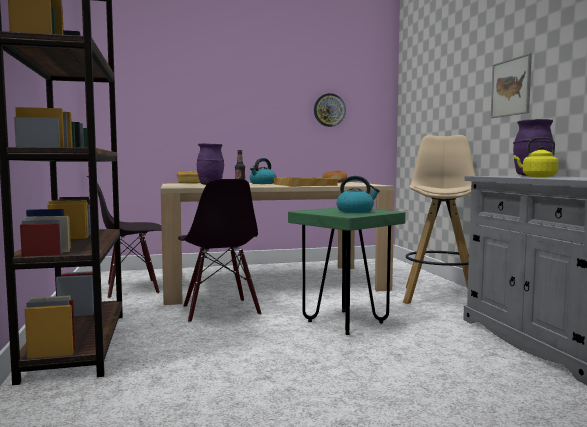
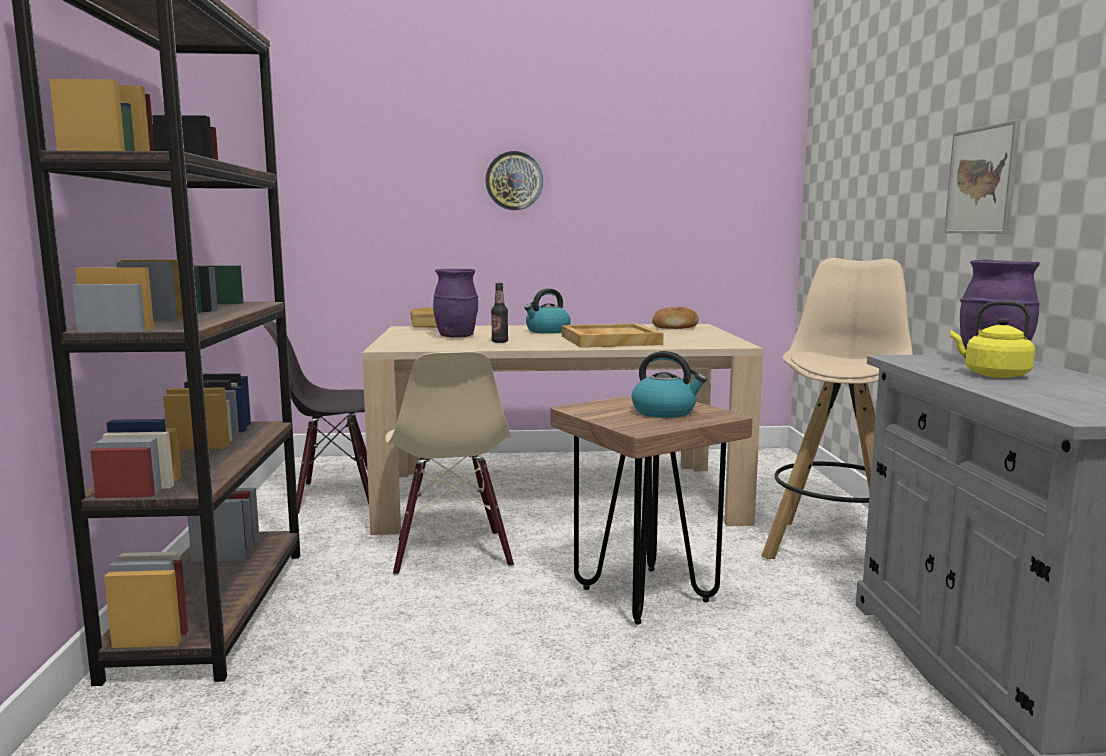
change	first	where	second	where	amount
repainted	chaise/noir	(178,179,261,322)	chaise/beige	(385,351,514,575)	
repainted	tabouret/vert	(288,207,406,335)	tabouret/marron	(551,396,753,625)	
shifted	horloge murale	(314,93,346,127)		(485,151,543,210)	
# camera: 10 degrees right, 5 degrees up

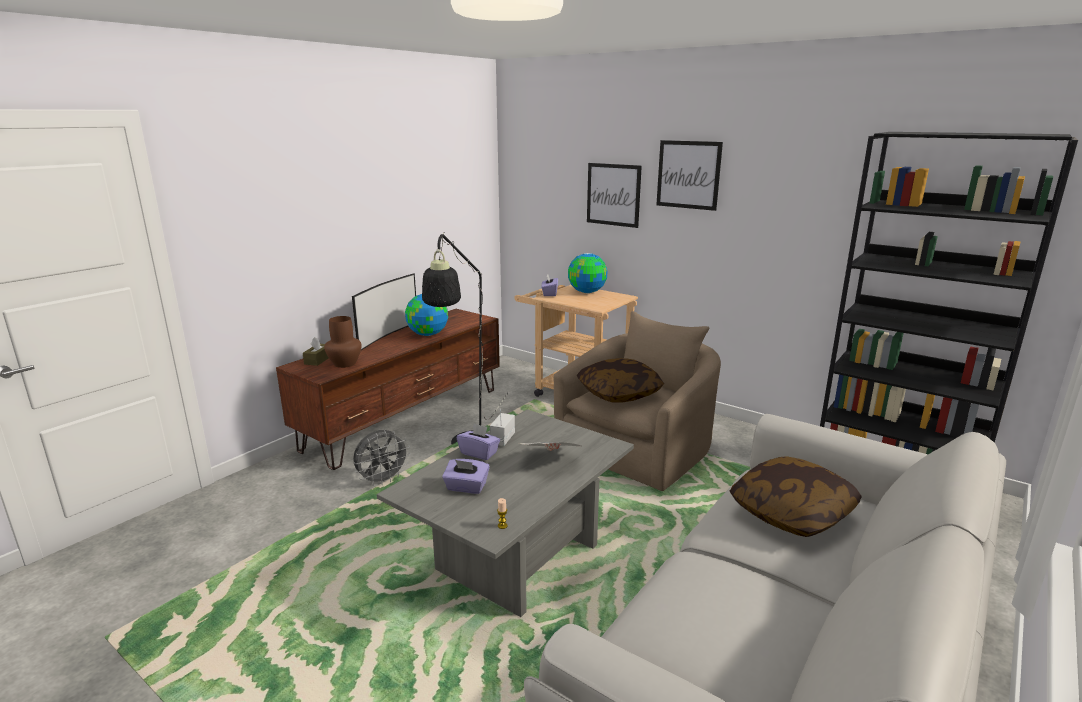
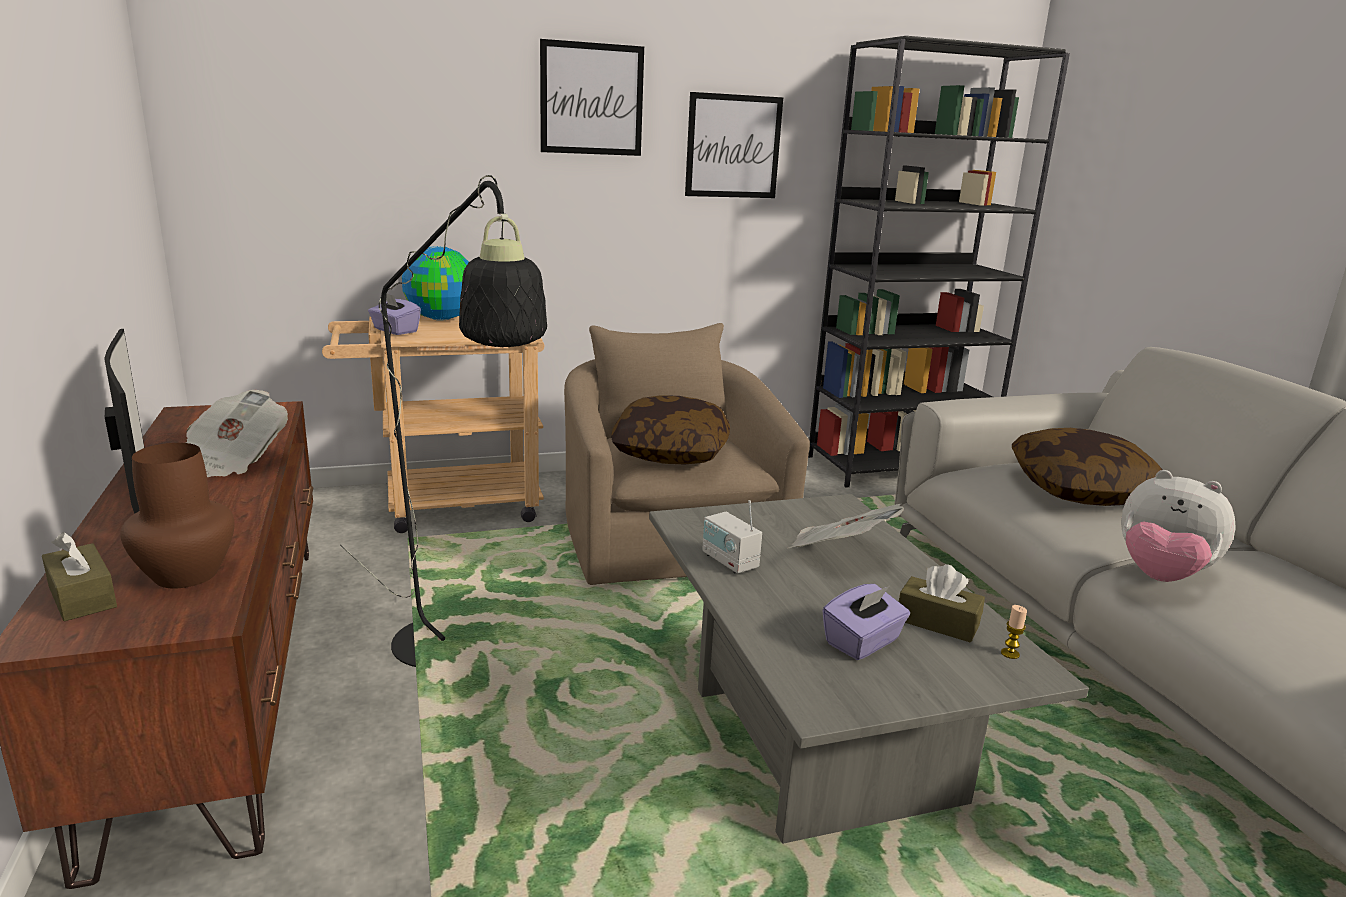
change	first	where	second	where	amount
gone	ventilateur/gris	(353,430,410,486)			
swapped	globe	(405,294,448,336)	journal	(186,390,288,477)	
gone	boîte à mouchoirs/violet	(457,423,500,460)			
shifted	tableau	(587,163,642,228)		(685,92,783,198)	
new			boîte à mouchoirs/marron	(899,564,985,643)	
new			peluche	(1121,470,1236,582)	
# camera: 55 degrees left, 0 degrees up

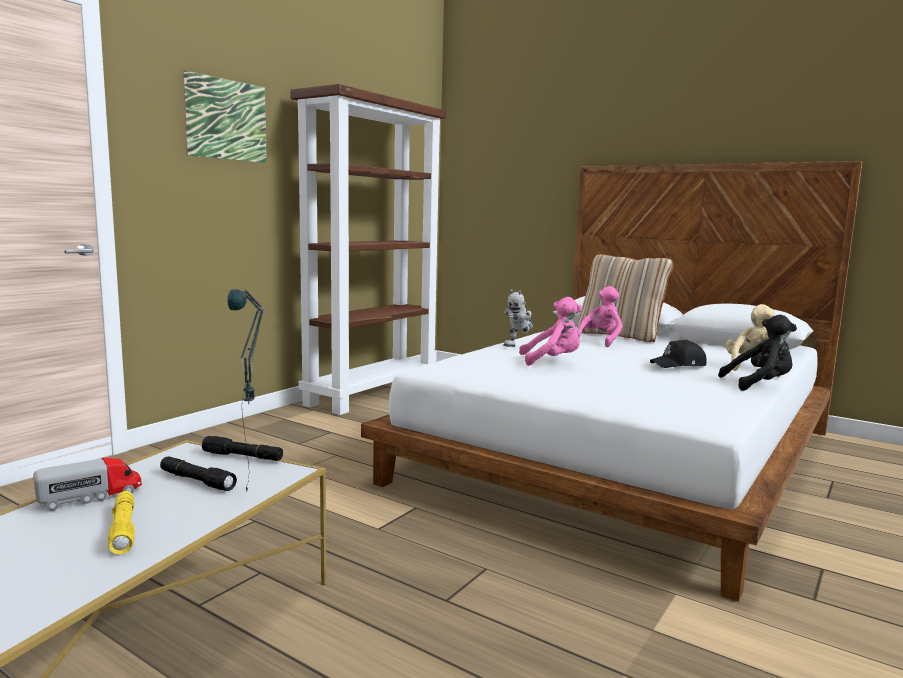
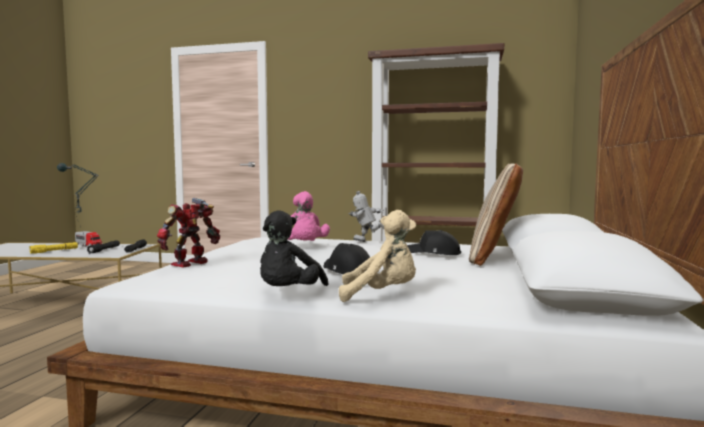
change	first	where	second	where	amount
gone	tableau	(182,70,267,163)			
swapped	peluche/rose	(577,286,623,347)	casquette/noir	(407,230,461,255)	
rotated	peluche/noir	(718,315,797,391)		(260,210,329,286)	45 degrees clockwise
new			robot jouet	(157,198,220,268)	
# camera: 70 degrees right, 5 degrees down

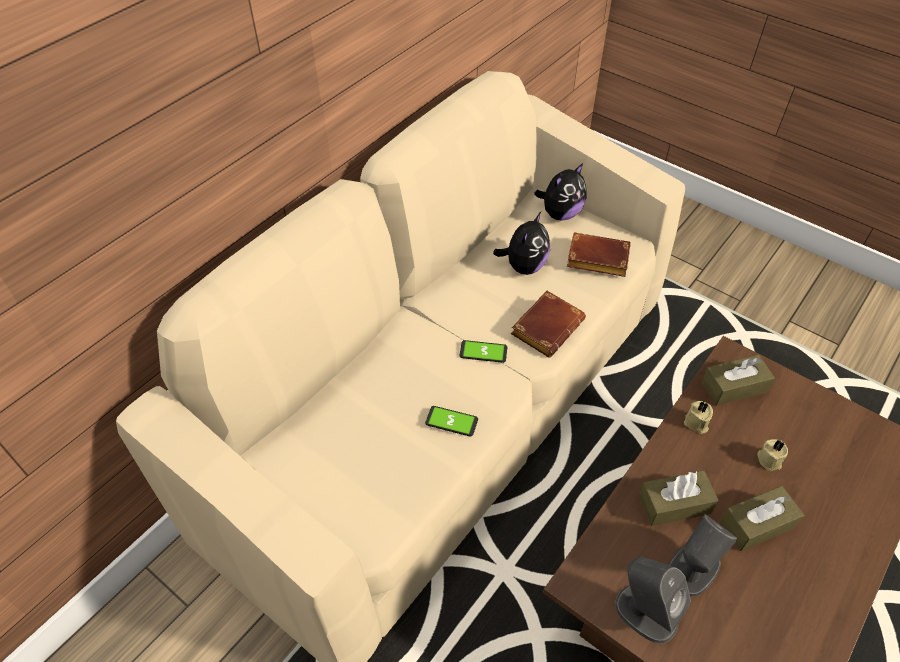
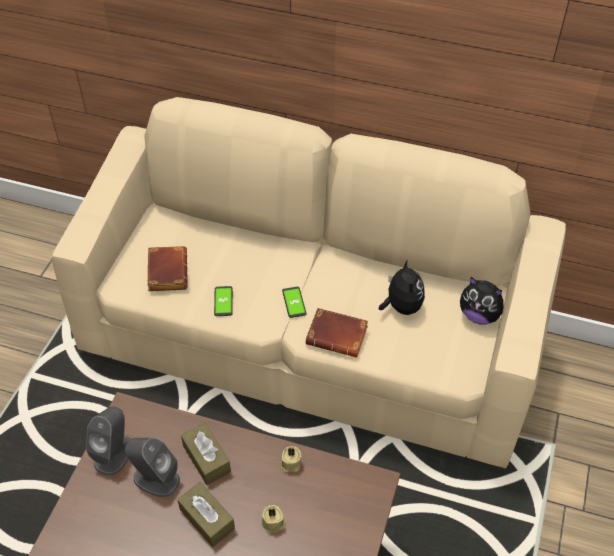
change	first	where	second	where	amount
rotated	peluche	(493,212,550,275)		(379,259,425,315)	105 degrees counterclockwise
shifted	livre/marron	(567,232,631,277)		(148,246,188,291)	
gone	boîte à mouchoirs/marron	(701,355,775,406)			
# camera: 70 degrees right, 0 degrees up

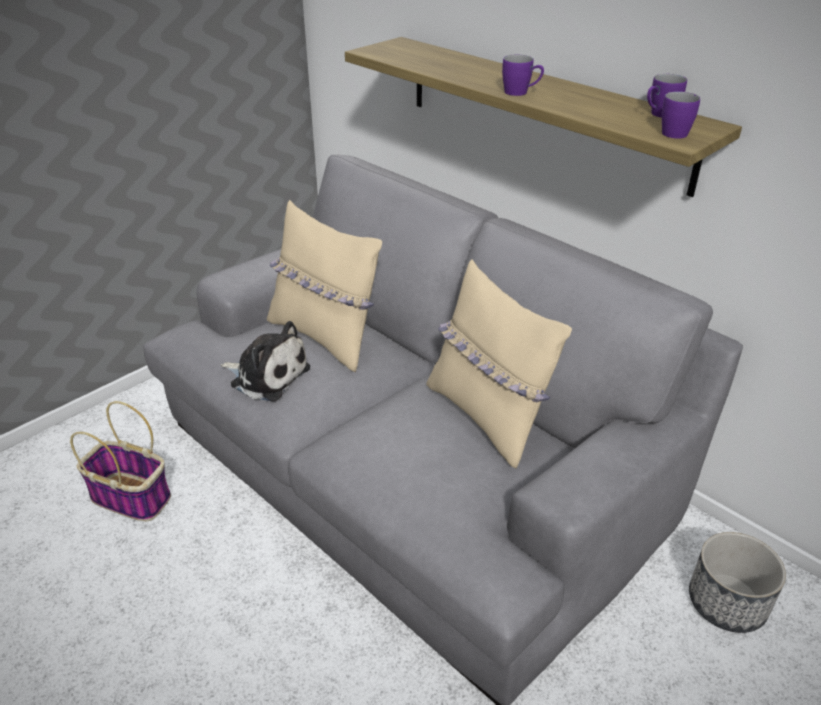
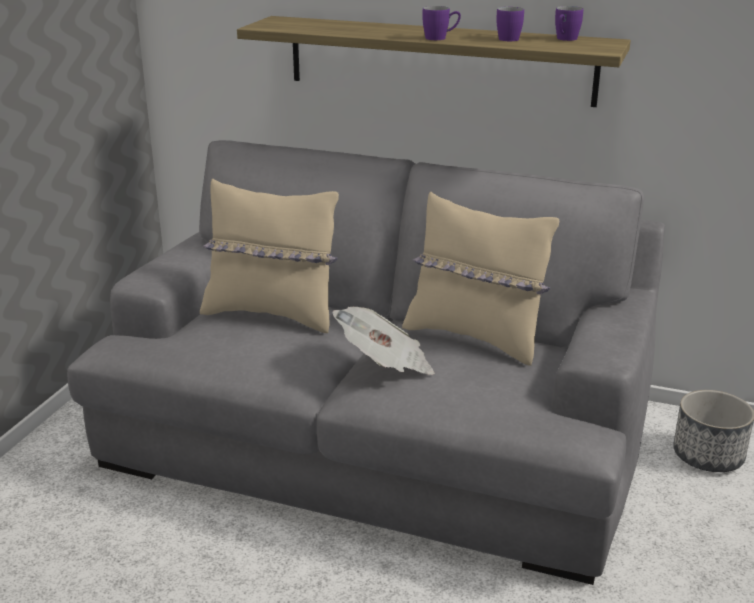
change	first	where	second	where	amount
gone	panier	(70,401,171,521)			
gone	peluche	(221,321,310,401)			
shifted	mug/violet	(662,92,700,139)		(496,7,524,41)	
new			journal	(333,307,435,375)	
# camera: 25 degrees left, 10 degrees down

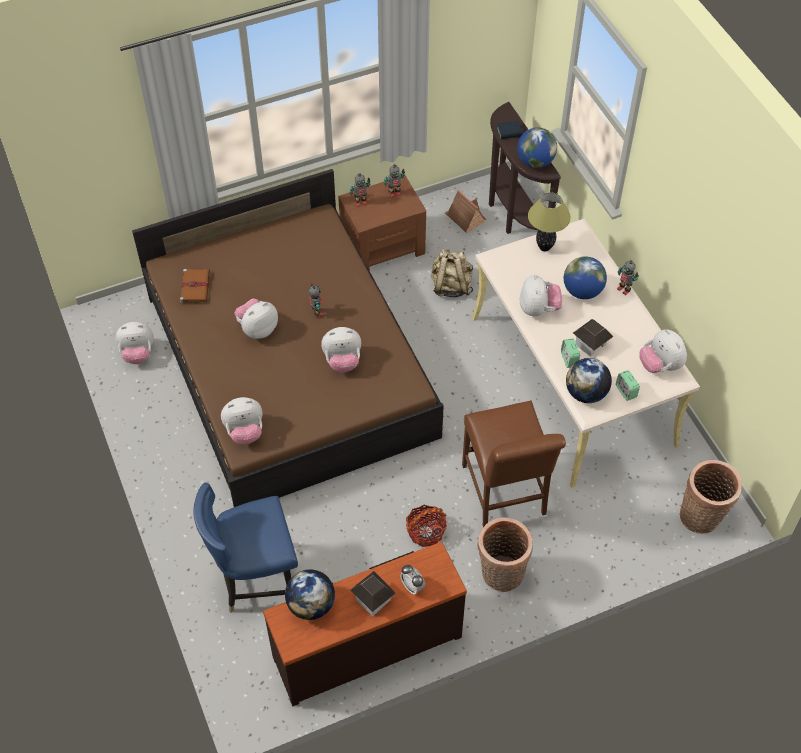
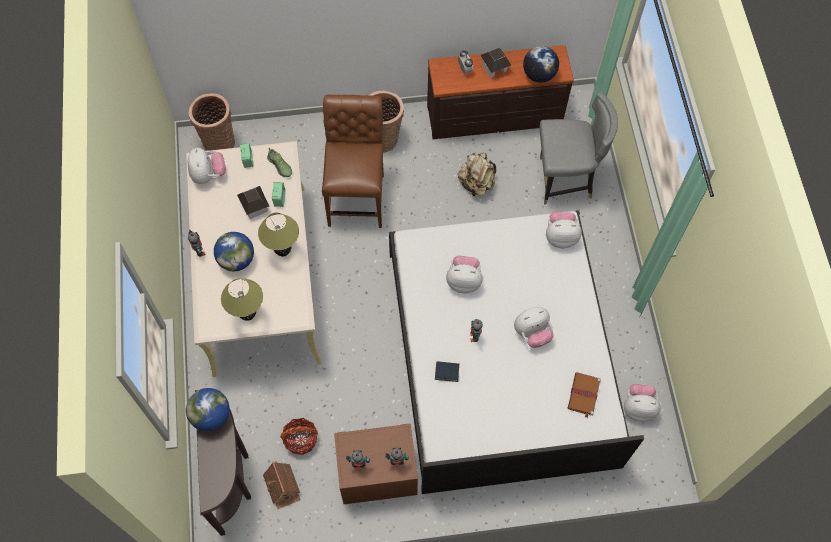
change	first	where	second	where	amount
repainted	lit/marron	(132,169,444,507)	lit/blanc	(389,211,644,494)	
repainted	chaise/bleu	(193,482,298,613)	chaise/gris	(540,93,618,205)	
shifted	panier	(406,505,447,547)		(280,418,318,455)	
shifted	sac à dos/beige	(431,249,473,297)		(458,153,496,196)	
shifted	livre	(496,120,523,139)		(435,361,459,382)	
swapped	peluche	(520,274,562,316)	lampe de table	(258,213,299,257)	
swapped	globe	(566,358,612,403)	chaussure	(267,148,292,177)	
# camera: 165 degrees left, 10 degrees up

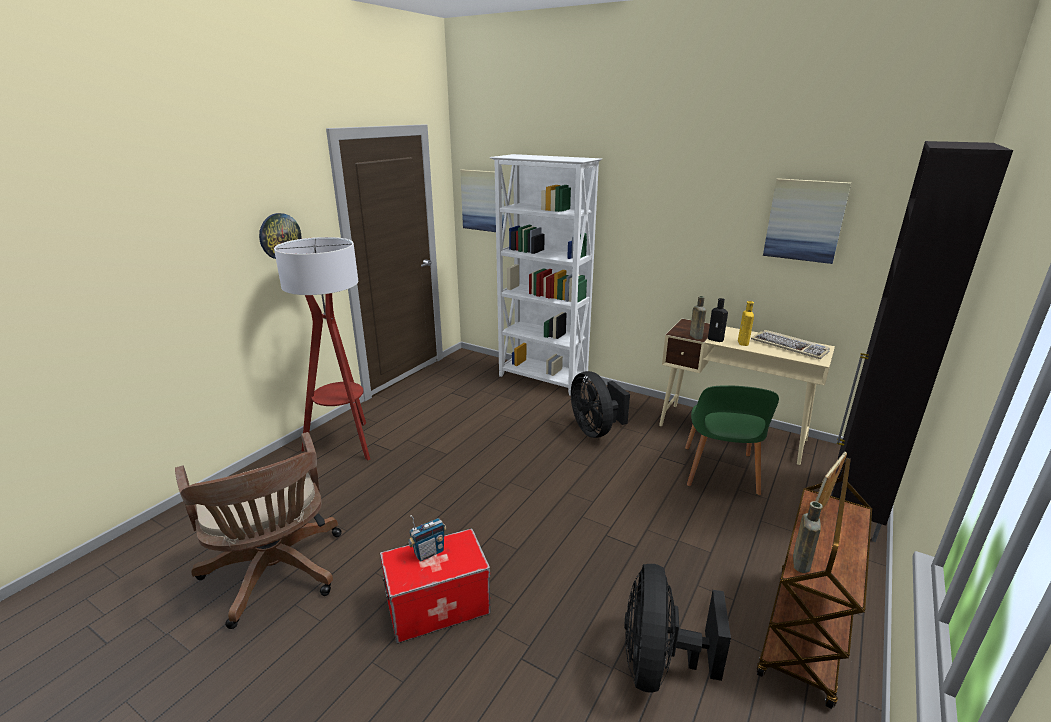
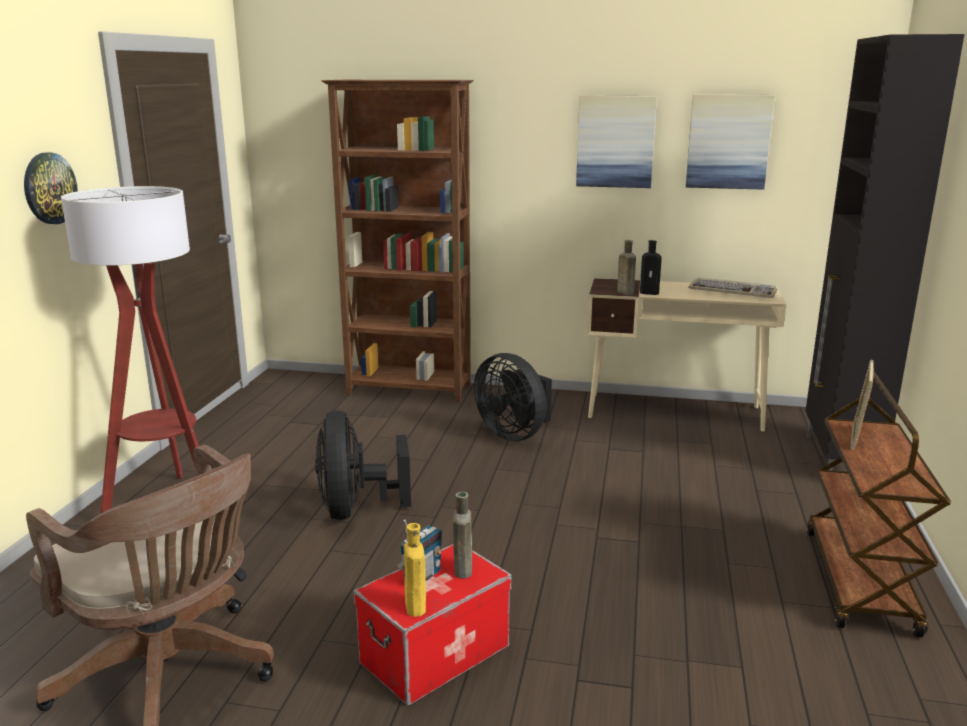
change	first	where	second	where	amount
shifted	tableau	(460,170,504,232)		(576,96,657,188)	
repainted	bibliothèque/blanc	(490,154,602,396)	bibliothèque/marron	(322,80,474,403)	
shifted	ventilateur/noir	(624,564,731,693)		(315,410,411,520)	
gone	chaise/vert	(685,385,779,495)			
shifted	bouteille/jaune	(738,301,754,346)		(404,523,426,617)	
shifted	bouteille/marron	(793,501,823,573)		(453,492,472,579)	
# camera: 20 degrees left, 5 degrees down

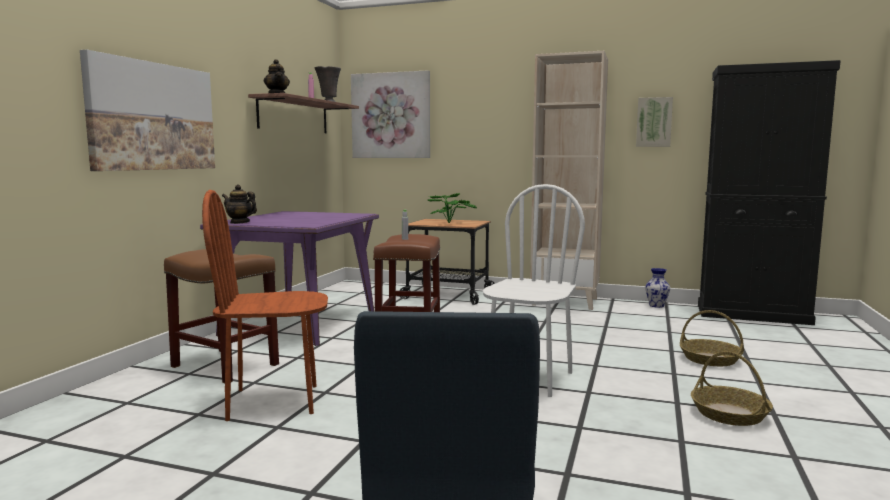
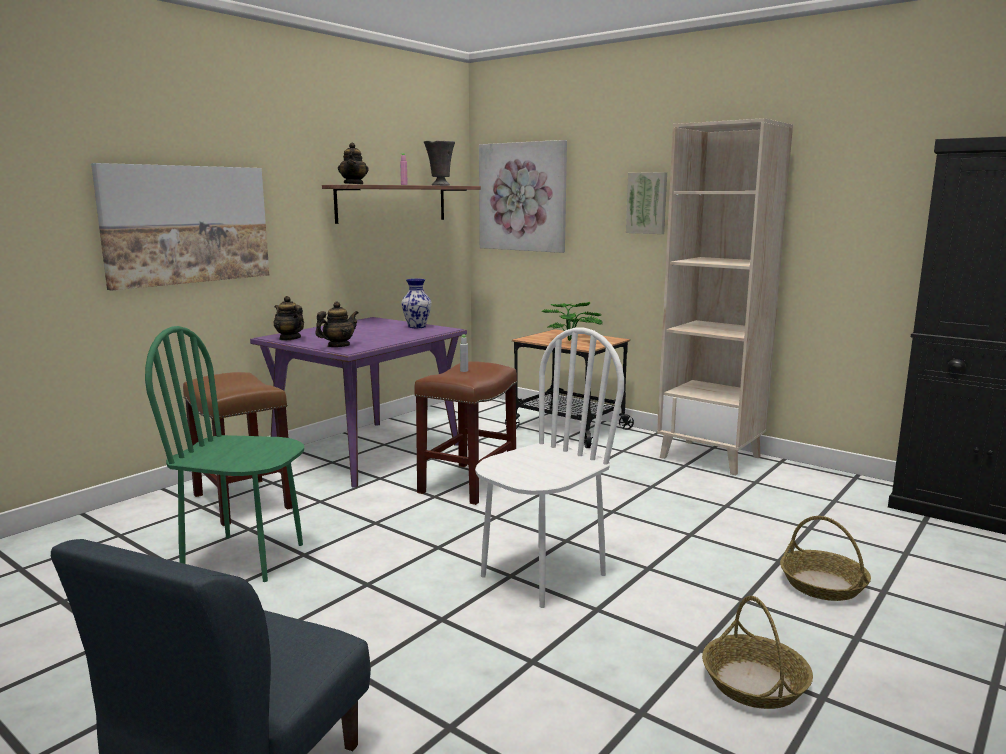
change	first	where	second	where	amount
repainted	chaise/marron	(202,190,328,421)	chaise/vert	(145,326,304,582)	
shifted	tableau	(636,97,673,147)		(626,172,667,234)	
shifted	vase	(645,268,670,308)		(401,279,432,328)	
new			théière	(315,301,358,347)	
# camera: 20 degrees right, 5 degrees up

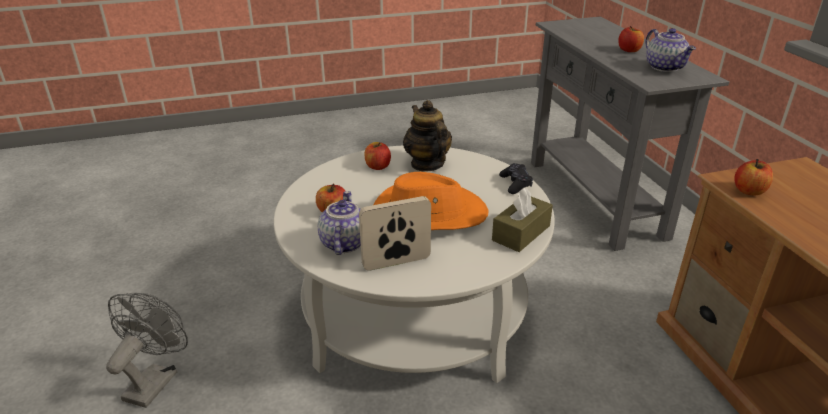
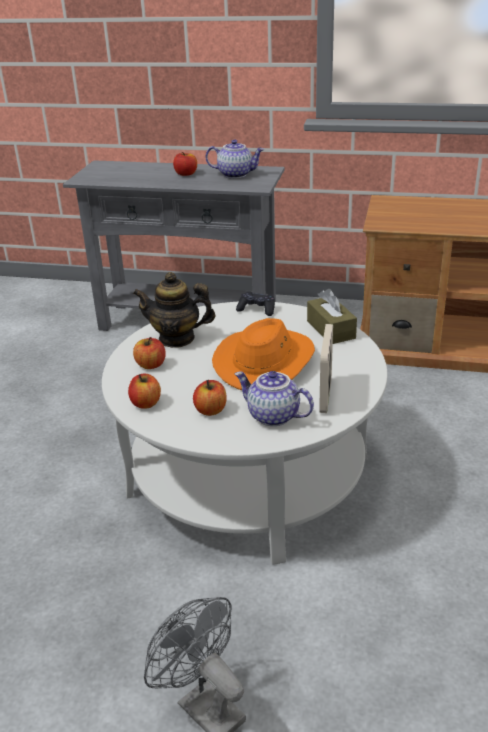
change	first	where	second	where	amount
shifted	pomme	(734,159,773,196)		(128,373,161,409)	
# camera: 60 degrees left, 0 degrees up

